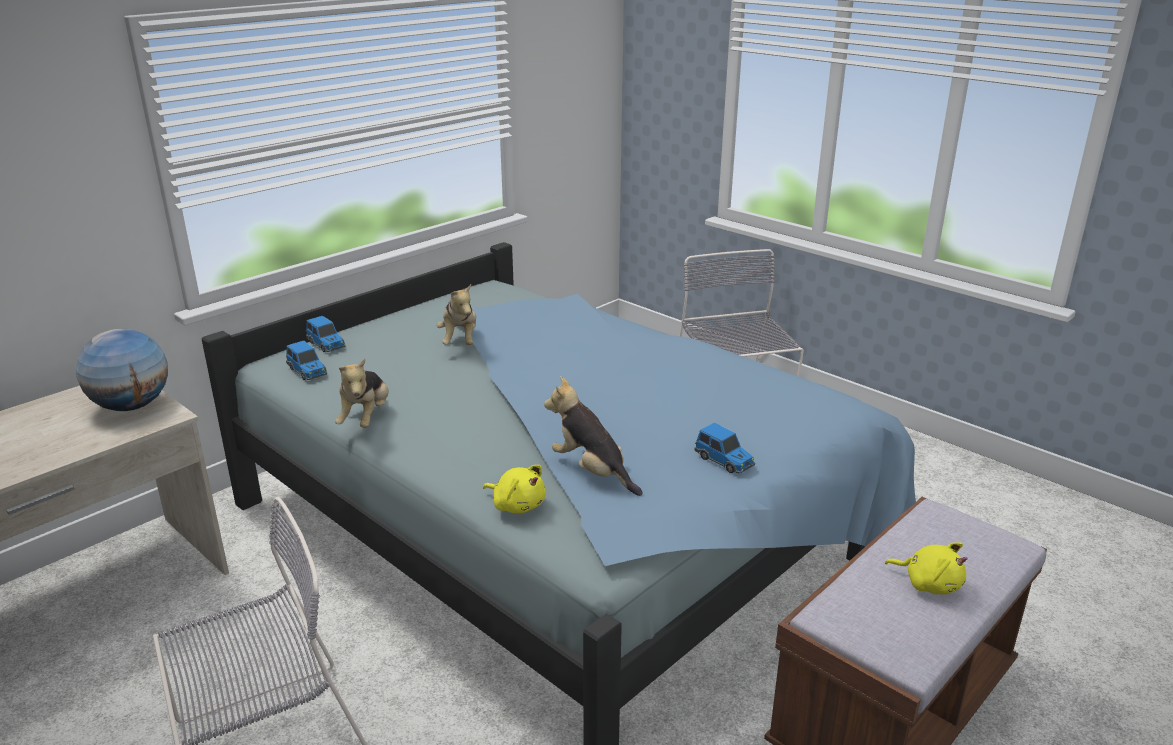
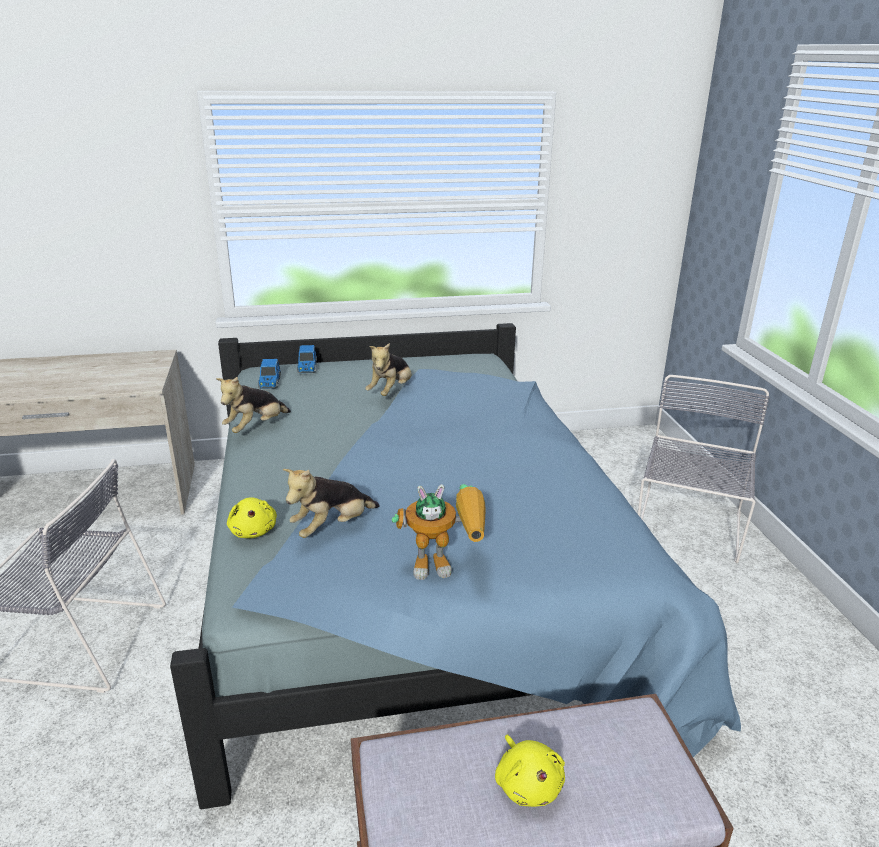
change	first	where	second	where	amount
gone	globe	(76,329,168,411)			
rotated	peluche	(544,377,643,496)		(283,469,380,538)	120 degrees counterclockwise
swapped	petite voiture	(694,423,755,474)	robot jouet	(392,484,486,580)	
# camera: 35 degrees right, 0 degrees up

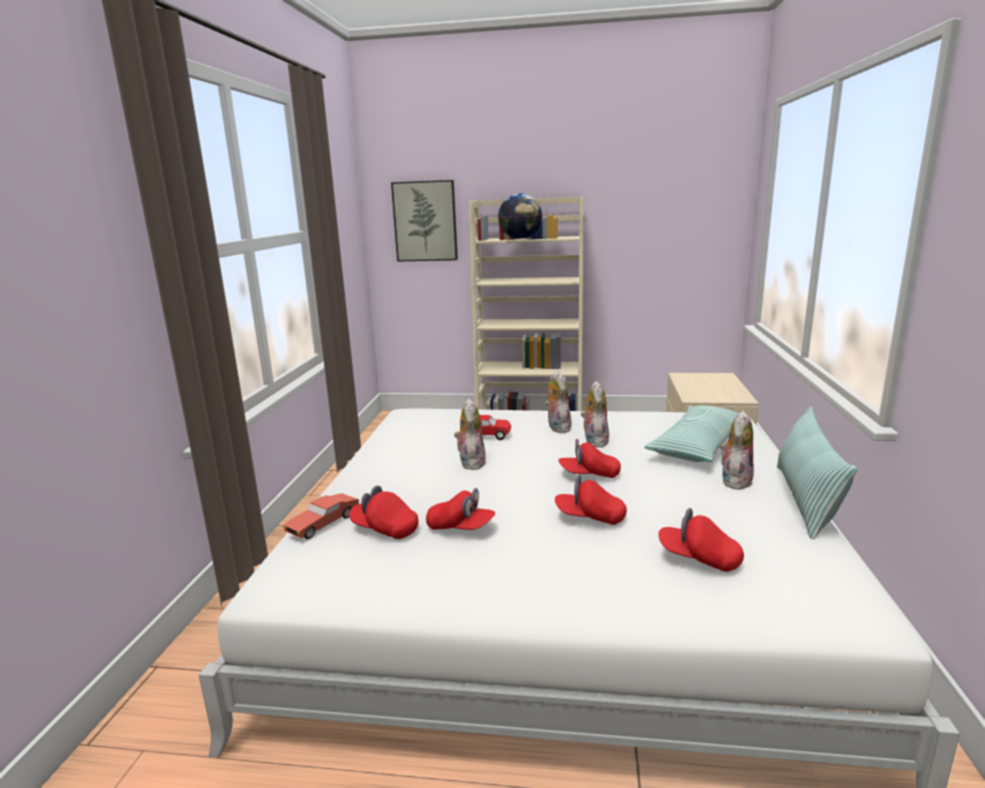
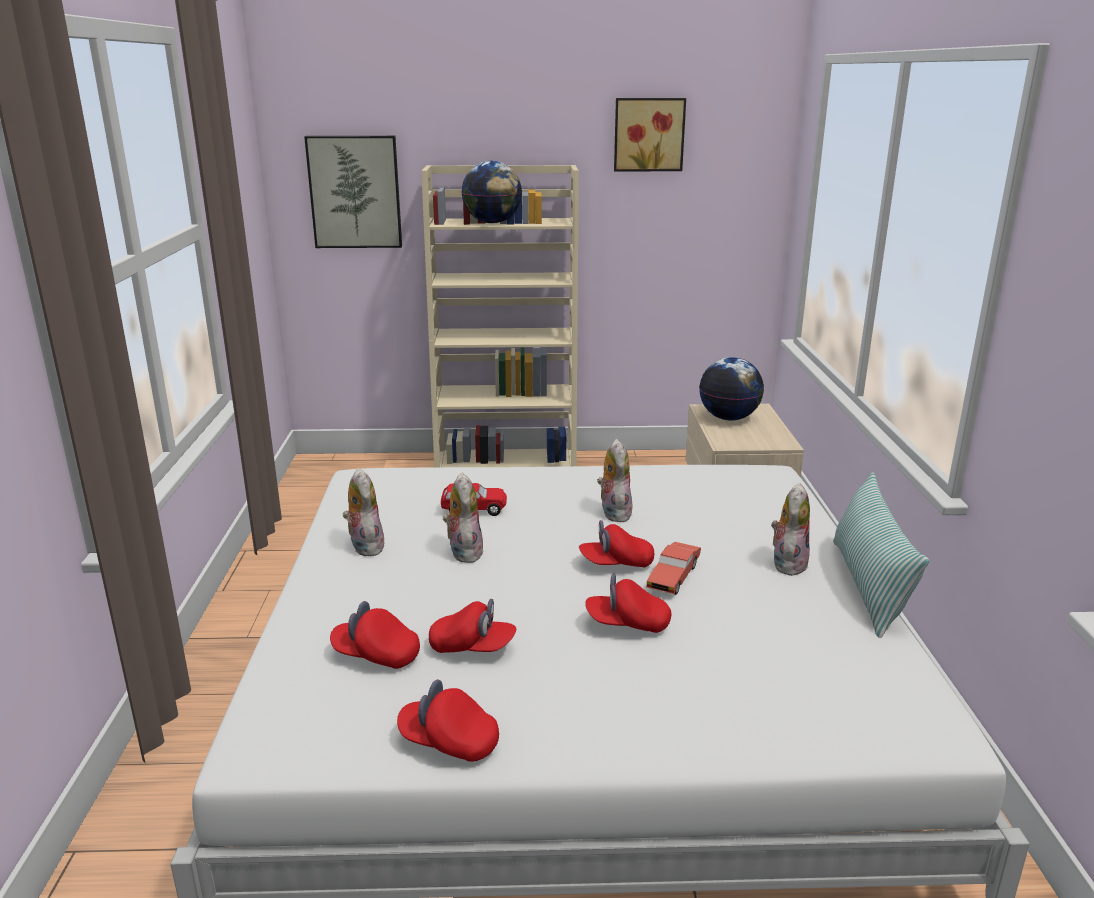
change	first	where	second	where	amount
shifted	petite voiture/rouge	(283,493,359,539)		(647,542,701,595)	
shifted	peluche	(545,371,572,433)		(343,468,385,556)	
gone	coussin	(644,405,739,462)			
shifted	casquette/rouge	(658,508,744,572)		(397,679,499,762)	
new			tableau	(614,98,686,171)	
new			globe	(699,357,764,421)	
# camera: 10 degrees left, 5 degrees up

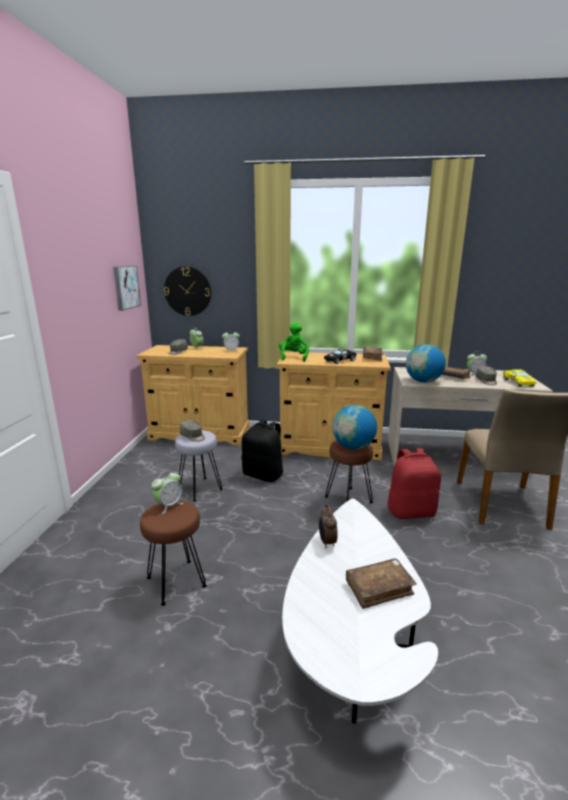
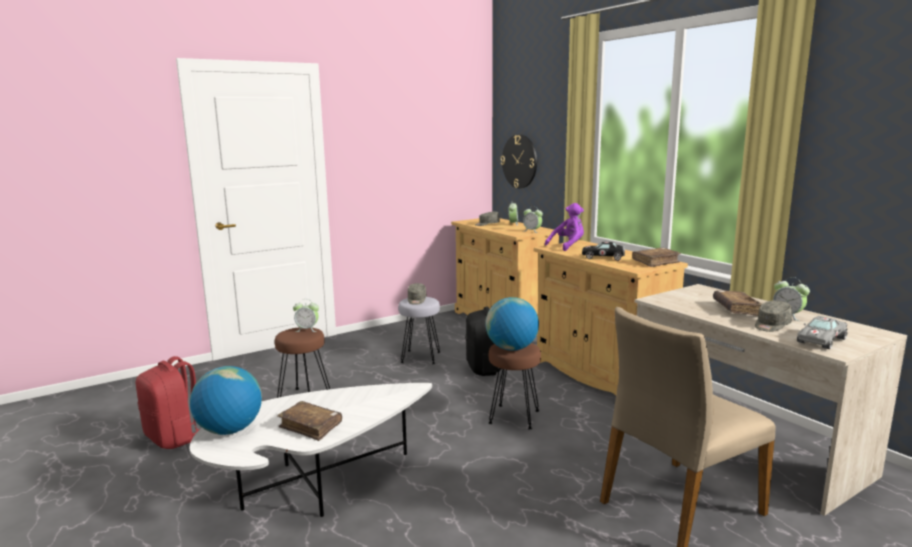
change	first	where	second	where	amount
gone	tableau	(113,266,141,311)			
repainted	peluche/vert	(279,322,309,362)	peluche/violet	(545,203,584,251)	
gone	réveil	(319,505,338,548)			
shifted	sac à dos/rouge	(388,448,441,519)		(135,356,200,449)	
shifted	globe	(406,344,446,383)		(190,366,262,435)	
repainted	petite voiture/jaune	(503,369,536,387)	petite voiture/gris	(797,316,847,349)	
# camera: 50 degrees right, 5 degrees down

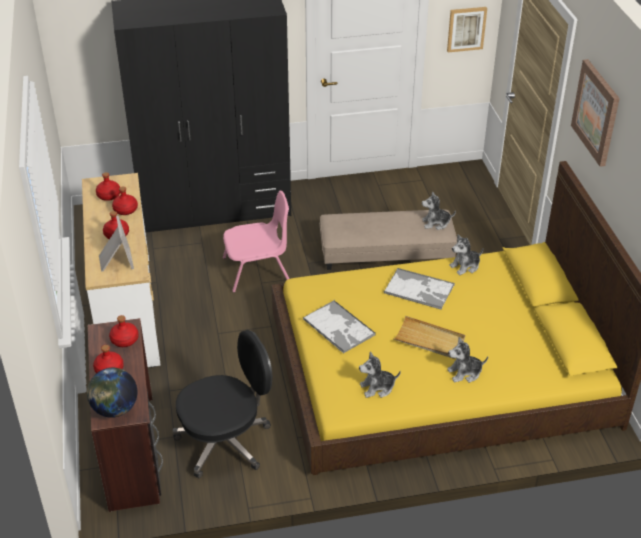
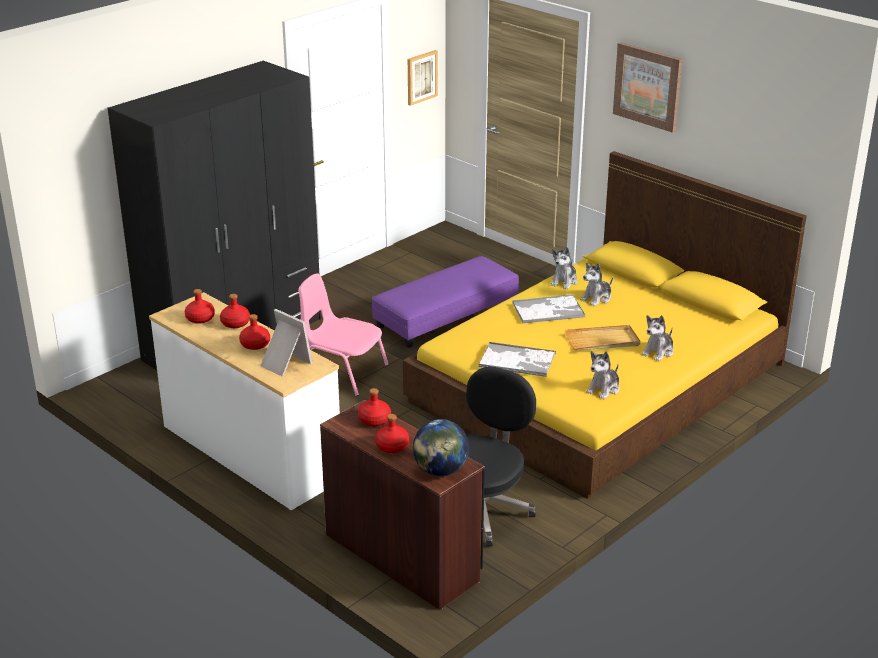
change	first	where	second	where	amount
rotated	chaise/rose	(223,191,289,293)		(298,273,389,396)	105 degrees counterclockwise
repainted	pouf/beige	(320,209,457,270)	pouf/violet	(372,256,519,348)	
shifted	peluche	(422,191,456,230)		(580,263,613,306)	
# camera: 35 degrees left, 10 degrees down

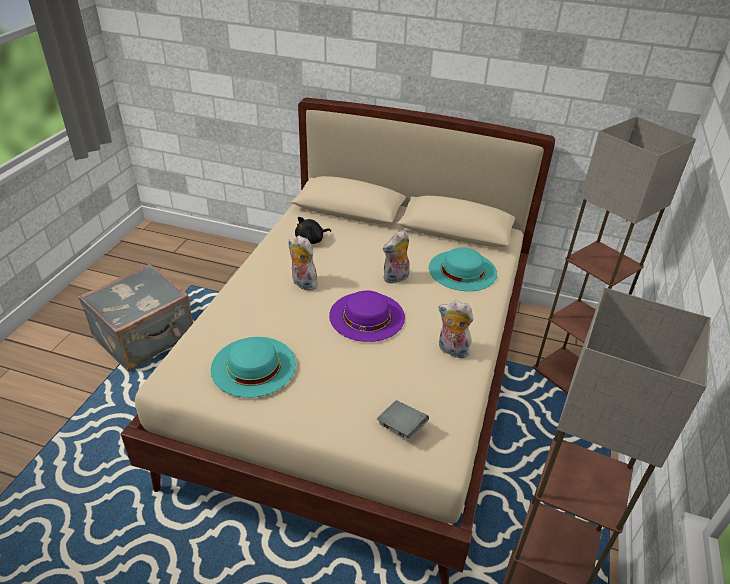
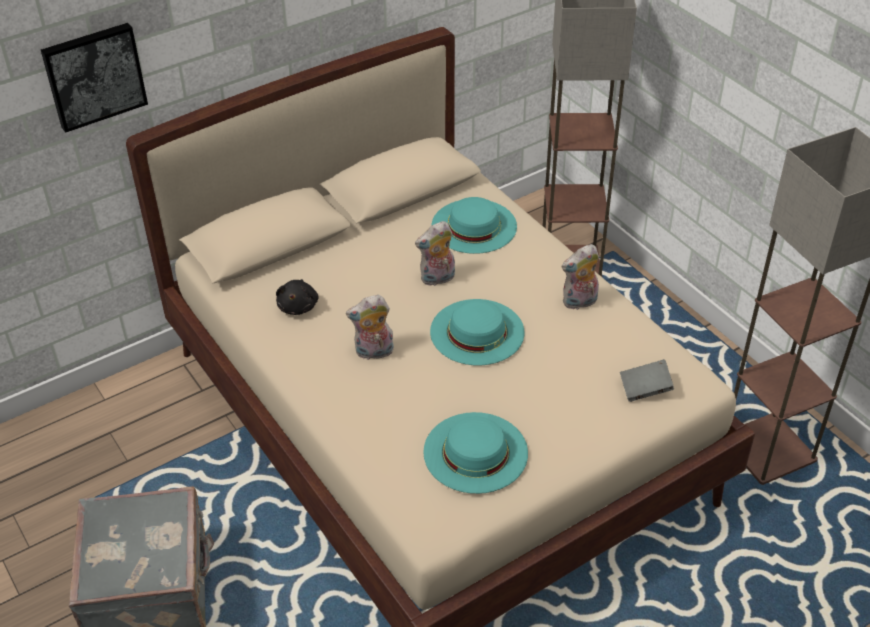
change	first	where	second	where	amount
repainted	chapeau/violet	(329,291,405,342)	chapeau/turquoise	(430,299,525,365)	
rotated	peluche	(383,230,410,284)		(415,221,455,286)	60 degrees clockwise
new			tableau	(41,23,148,133)	
# camera: 50 degrees left, 5 degrees up

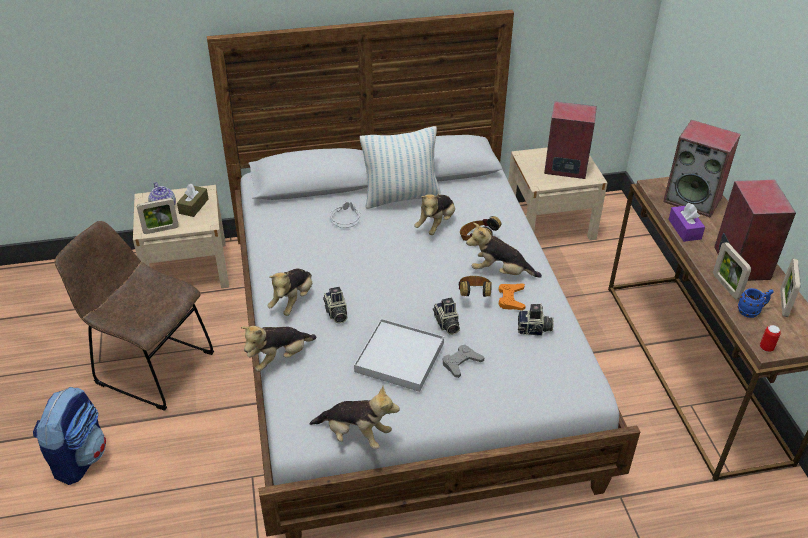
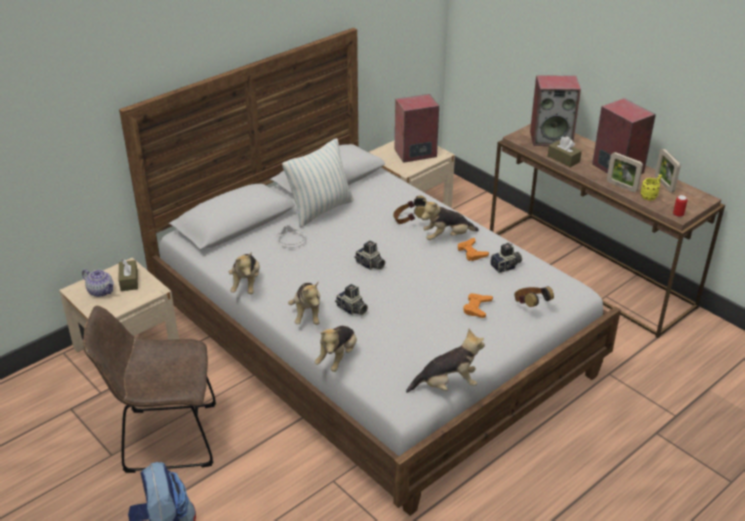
change	first	where	second	where	amount
gone	cadre photo	(137,198,179,234)			
gone	plateau/blanc	(354,319,444,392)			
shifted	peluche	(414,194,455,235)		(229,252,260,294)	
shifted	appareil photo	(433,298,460,335)		(354,241,385,270)	
repainted	manette/gris	(442,345,484,378)	manette/orange	(463,293,493,318)	
shifted	casque audio	(459,276,492,297)		(514,286,554,307)	
repainted	boîte à mouchoirs/violet	(668,202,705,242)	boîte à mouchoirs/marron	(548,137,582,167)	
repainted	mug/bleu	(738,288,774,318)	mug/jaune	(640,174,662,201)	
# camera: 30 degrees left, 5 degrees down

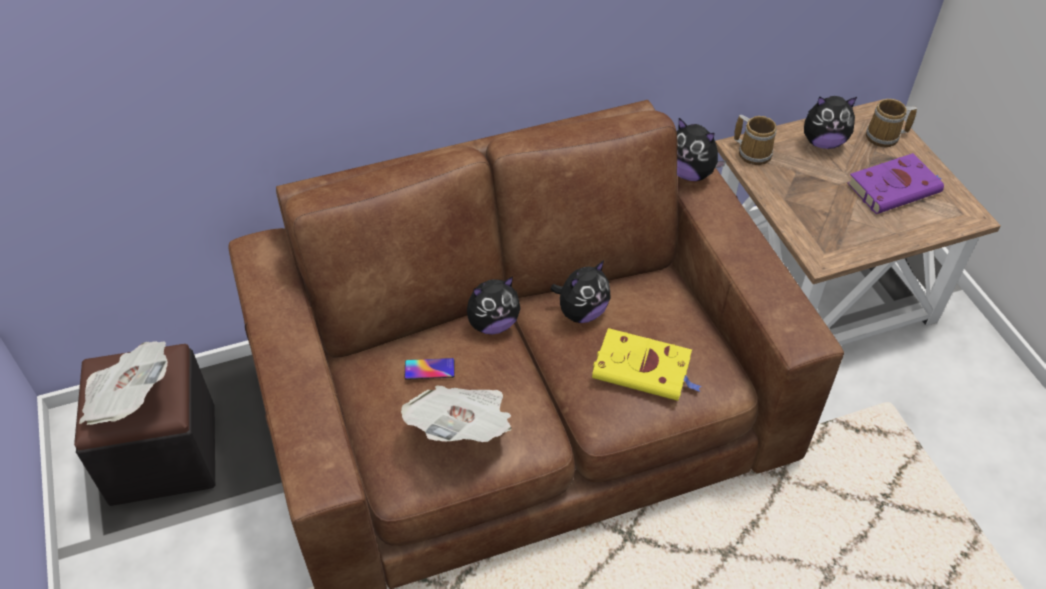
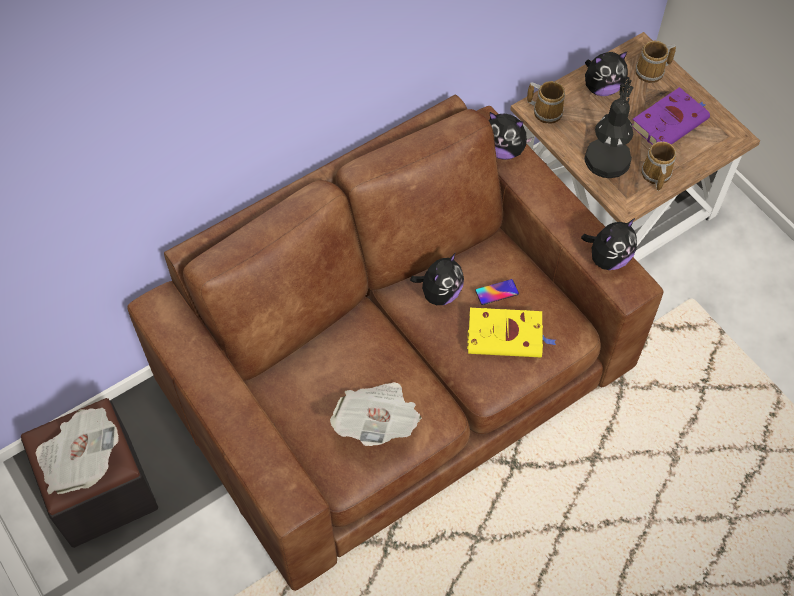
change	first	where	second	where	amount
shifted	téléphone	(405,358,455,380)		(475,279,519,305)	
shifted	peluche	(467,277,520,335)		(581,218,637,270)	
new			lampe de table/noir	(584,77,633,178)	
new			mug	(641,141,676,191)	
# camera: 15 degrees left, 10 degrees up

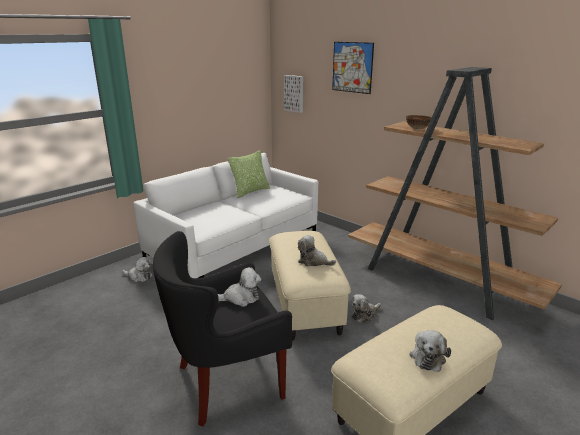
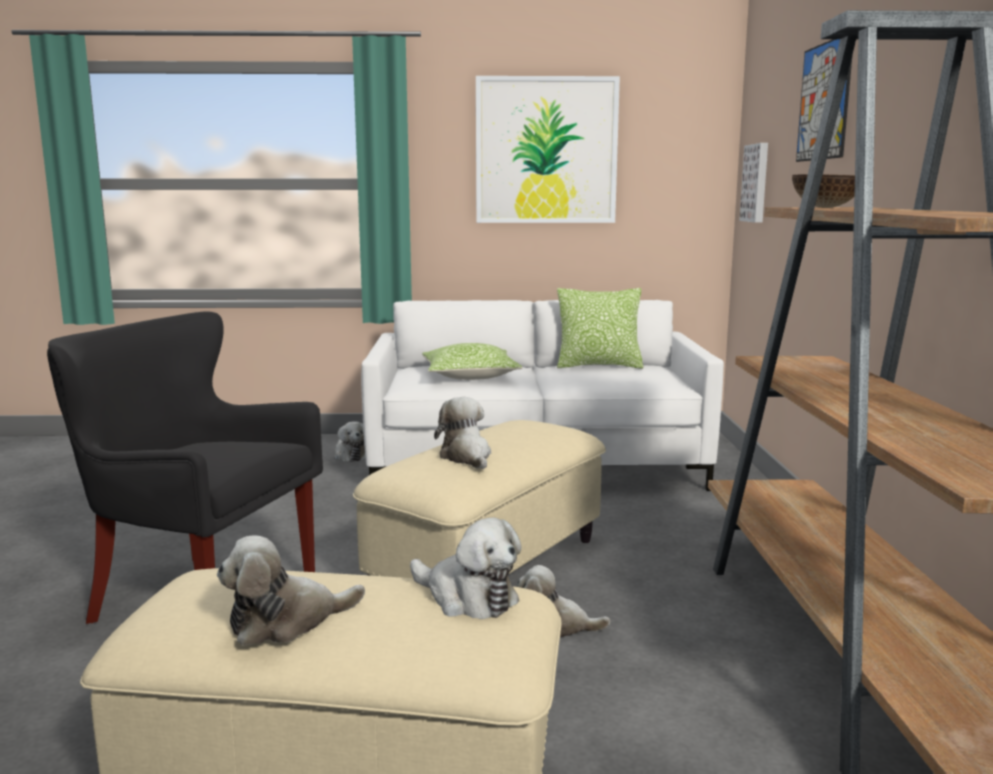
change	first	where	second	where	amount
shifted	peluche	(218,267,261,307)		(410,517,522,619)	
new			coussin	(422,343,522,380)	
new			tableau	(476,76,620,223)	
# camera: 45 degrees right, 10 degrees down

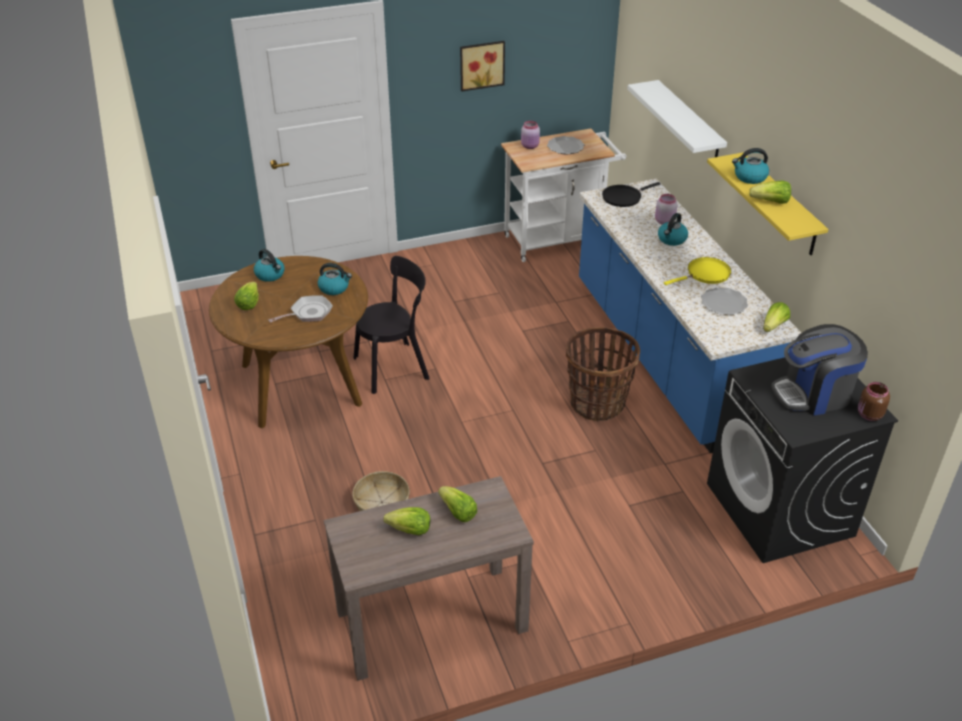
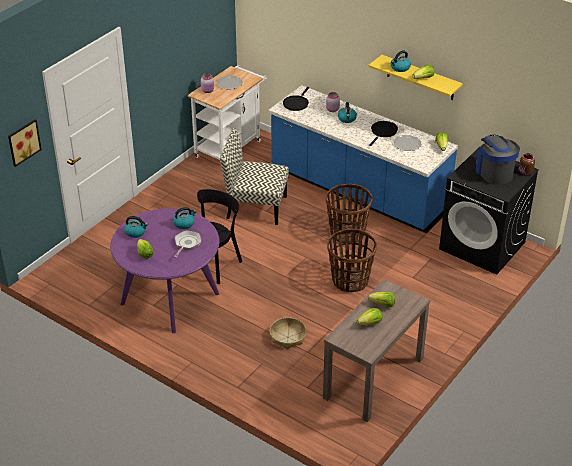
change	first	where	second	where	amount
repainted	table à manger/marron	(209,256,368,428)	table à manger/violet	(110,208,219,333)	
shifted	tableau	(460,41,505,91)		(8,120,42,167)	
gone	étagère/blanc	(627,80,727,157)			
repainted	poêle/jaune	(664,257,731,285)	poêle/noir	(369,121,398,146)	
rotated	machine à café	(771,324,868,416)		(476,135,520,185)	120 degrees clockwise
new			chaise	(220,128,289,225)	
new			panier	(327,229,377,292)	
# camera: 35 degrees left, 0 degrees up

